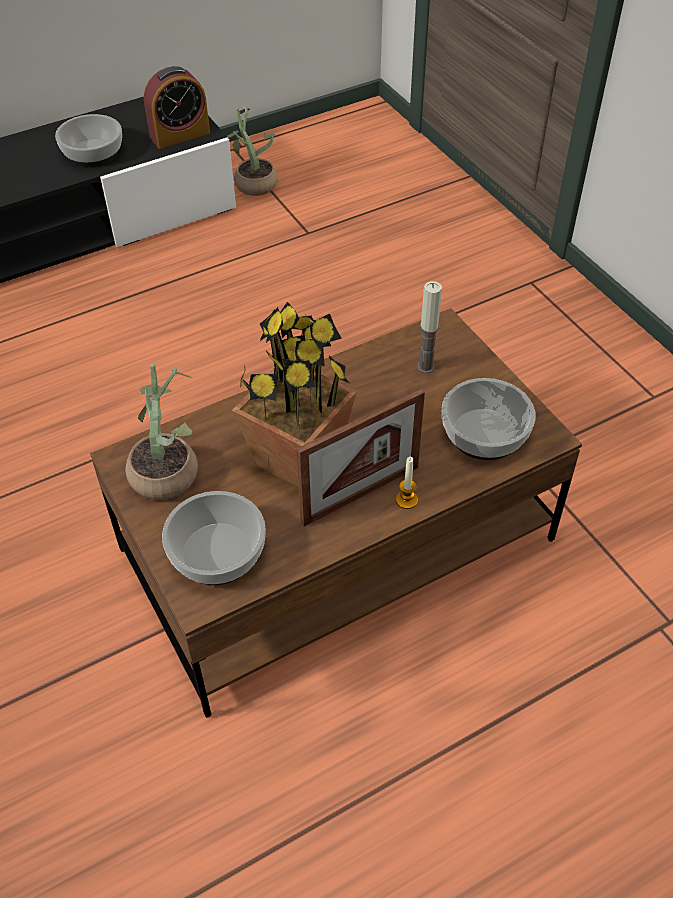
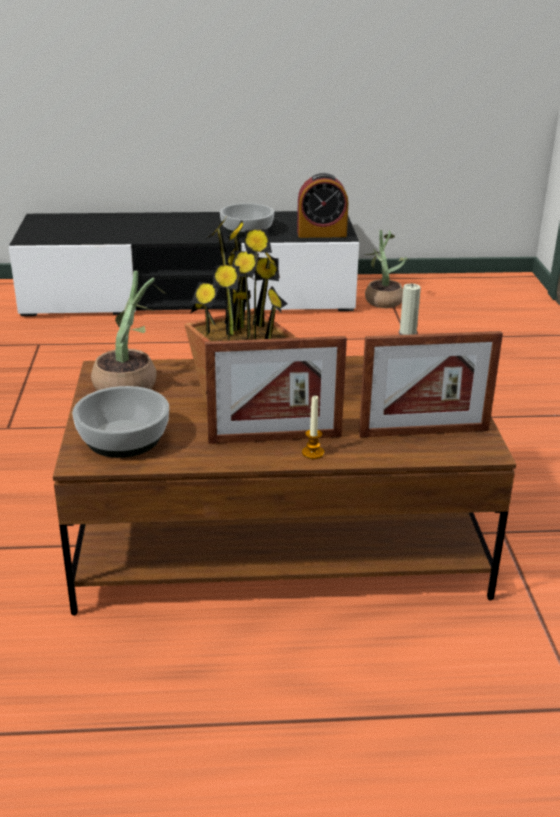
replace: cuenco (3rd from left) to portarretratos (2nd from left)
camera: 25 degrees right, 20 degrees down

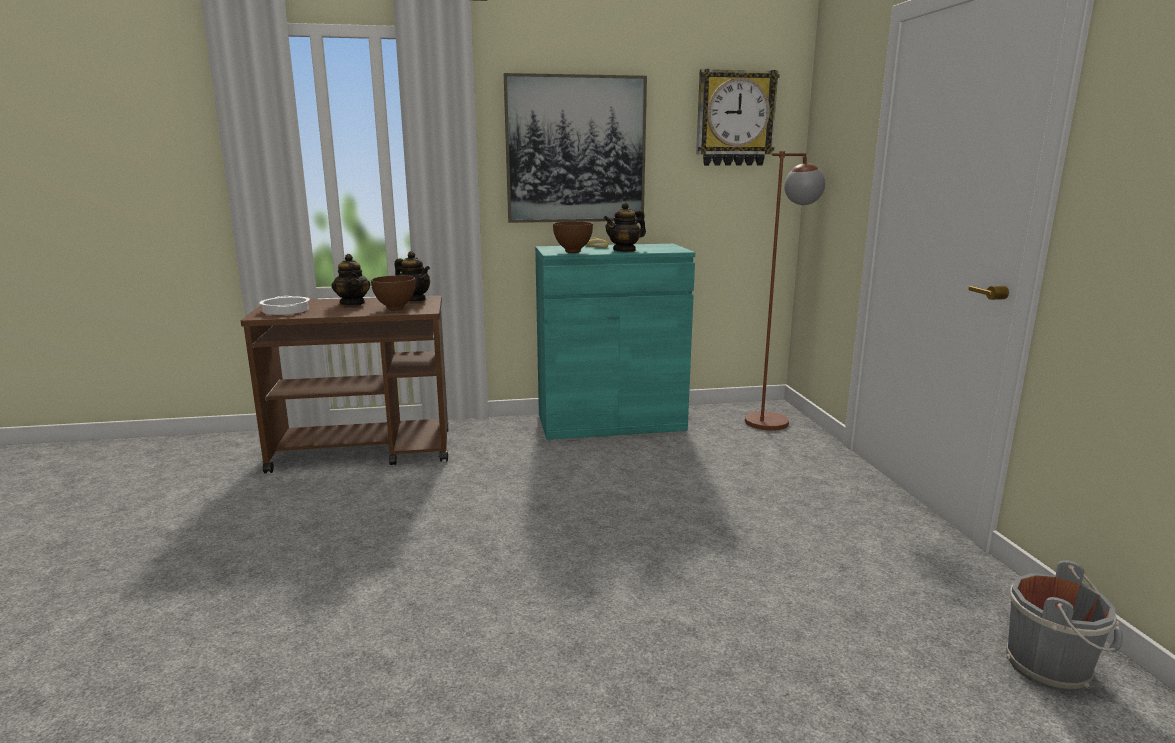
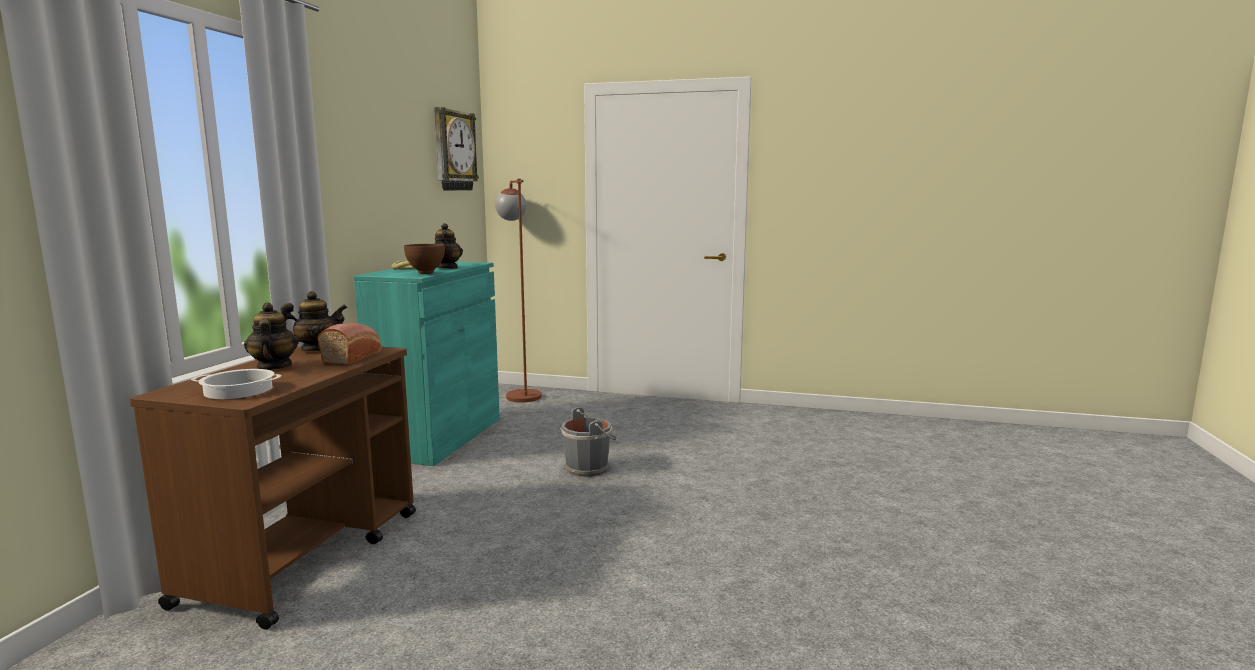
delete: cuadro
move: cubo [gris]
replace: cuenco [marrón] (1st from left) to pan (1st from left)
rotate: tetera (1st from left) 105 degrees counterclockwise
camera: 65 degrees left, 5 degrees down

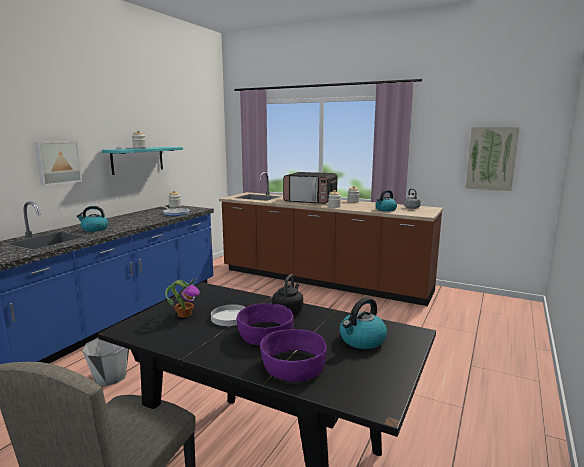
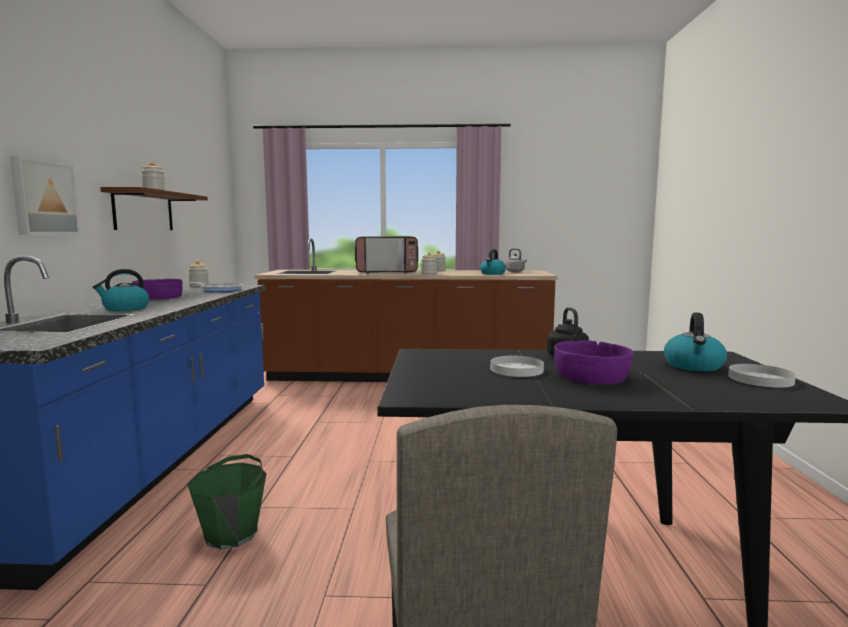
delete: planta en maceta; cuadro (2nd from left)
insert: plato [blanco] (2nd from left)
move: cuenco [morado] (2nd from left in the first image) to cuenco [morado] (1st from left)
recolor: cubo [gris] to cubo [verde]; estante [turquesa] to estante [marrón]
camera: 25 degrees left, 5 degrees down

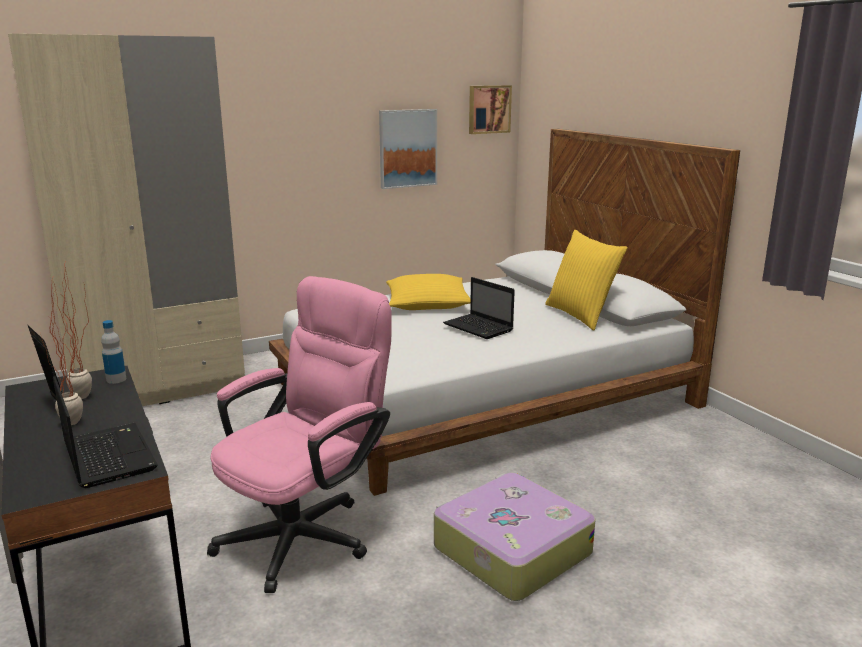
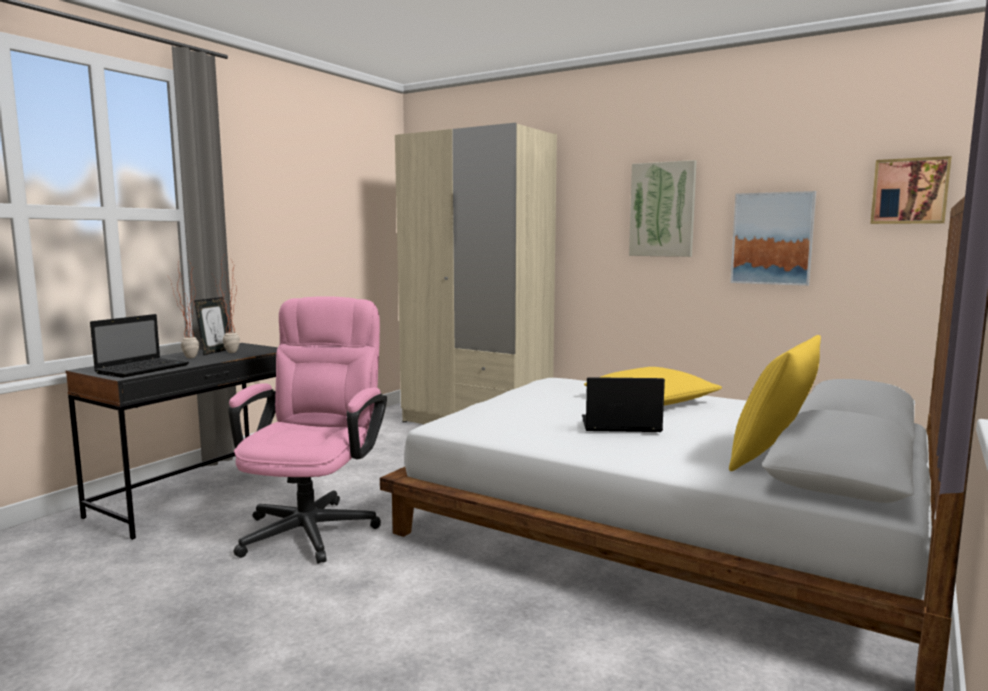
delete: botella; maleta
insert: cuadro (1st from left)
rotate: silla de oficina [rosa] 90 degrees counterclockwise; portátil (2nd from left) 75 degrees clockwise
camera: 60 degrees right, 10 degrees down

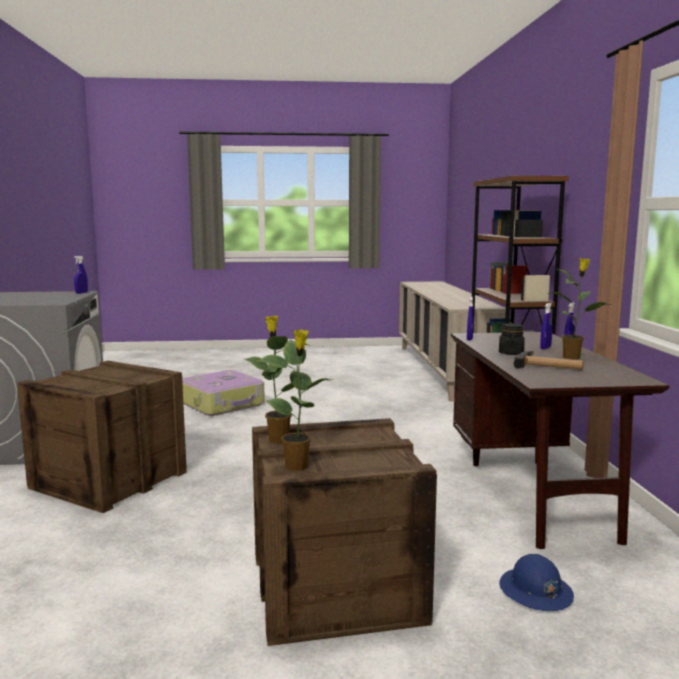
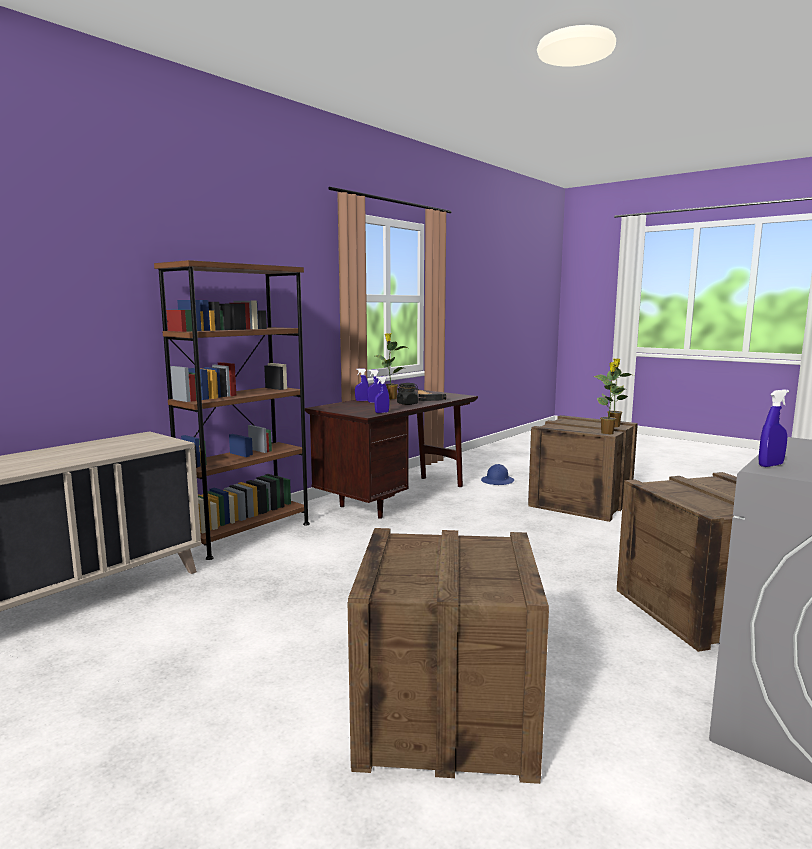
replace: maleta to caja de embalaje (1st from left)
camera: 135 degrees left, 0 degrees up

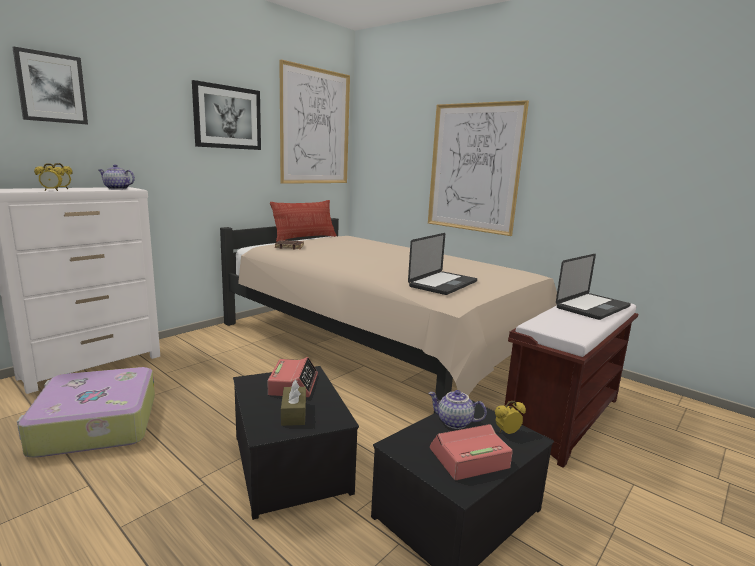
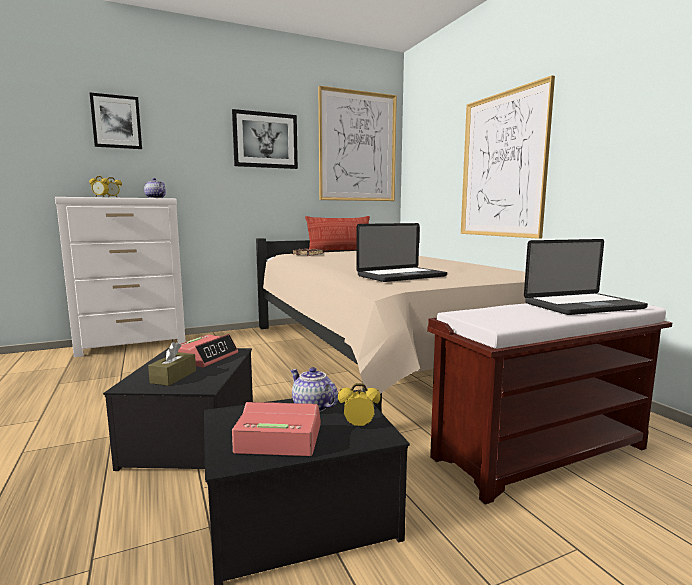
delete: maleta
camera: 25 degrees right, 5 degrees down

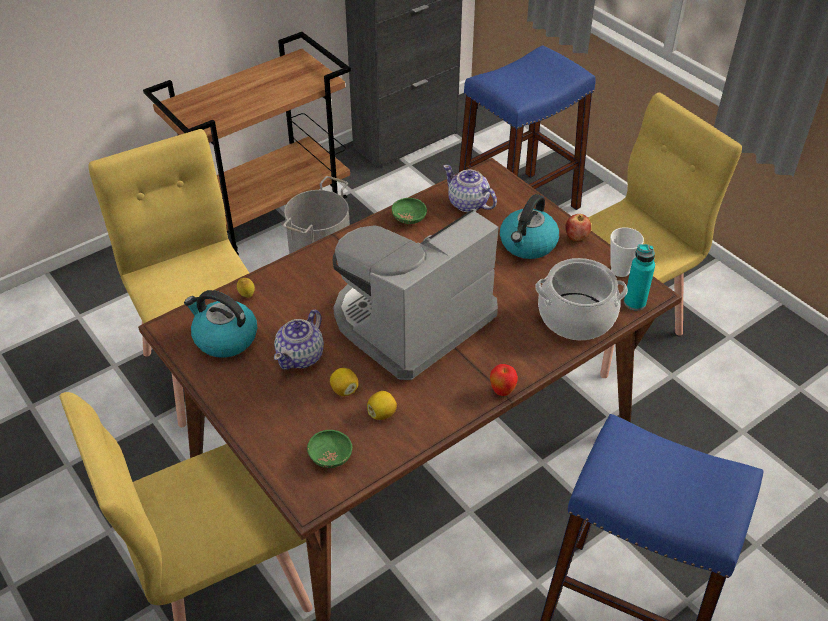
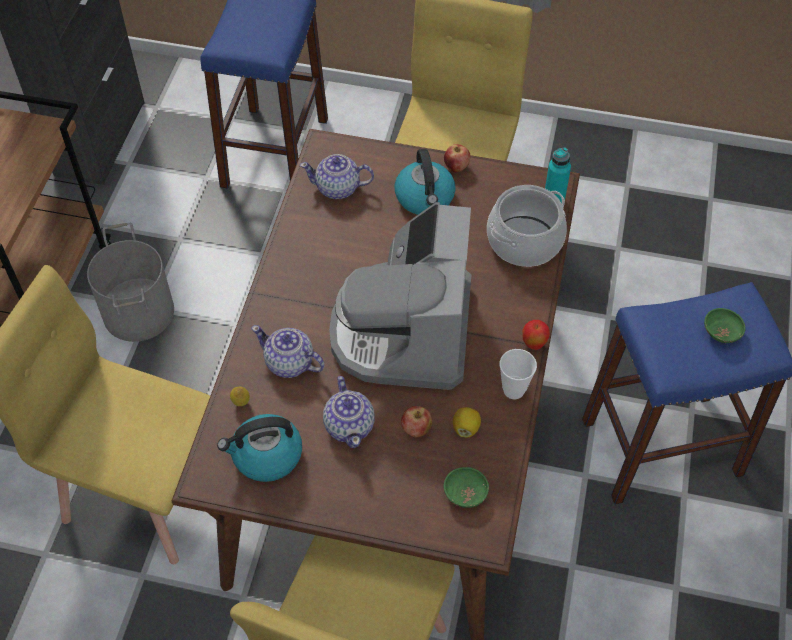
insert: tetera (1st from left)
move: cuenco [verde] (2nd from left); taza
replace: limón (2nd from left) to manzana (1st from left)
camera: 40 degrees left, 10 degrees up

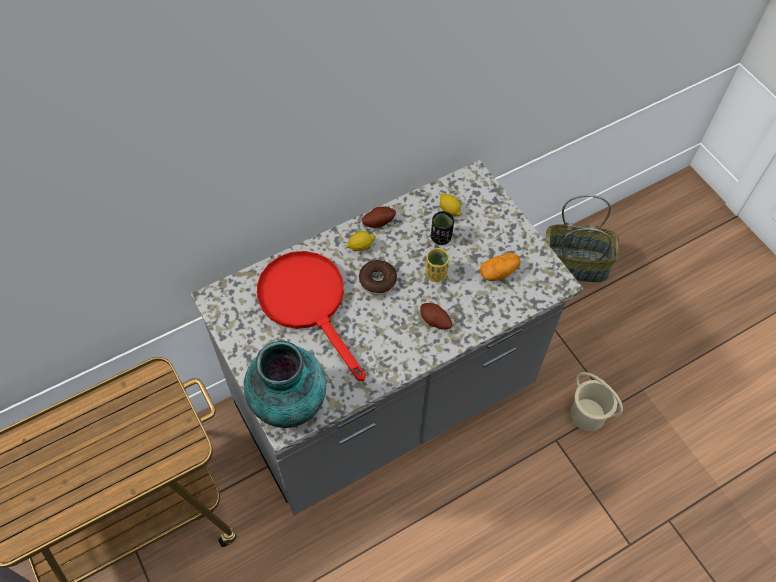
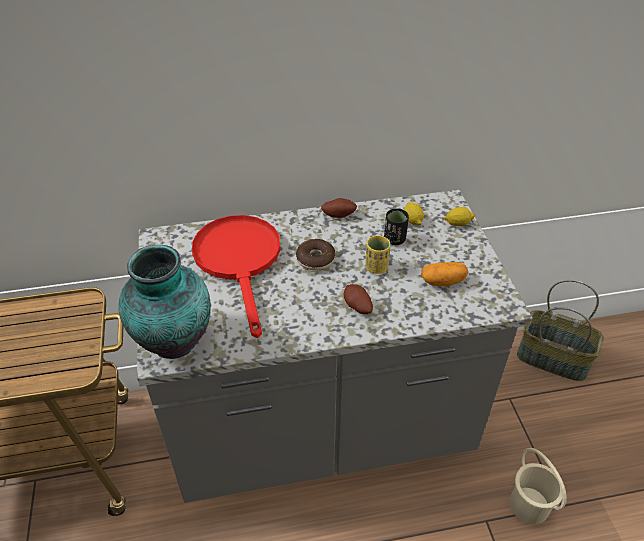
move: limón (1st from left in the first image) to limón (2nd from left)
camera: 20 degrees right, 15 degrees down

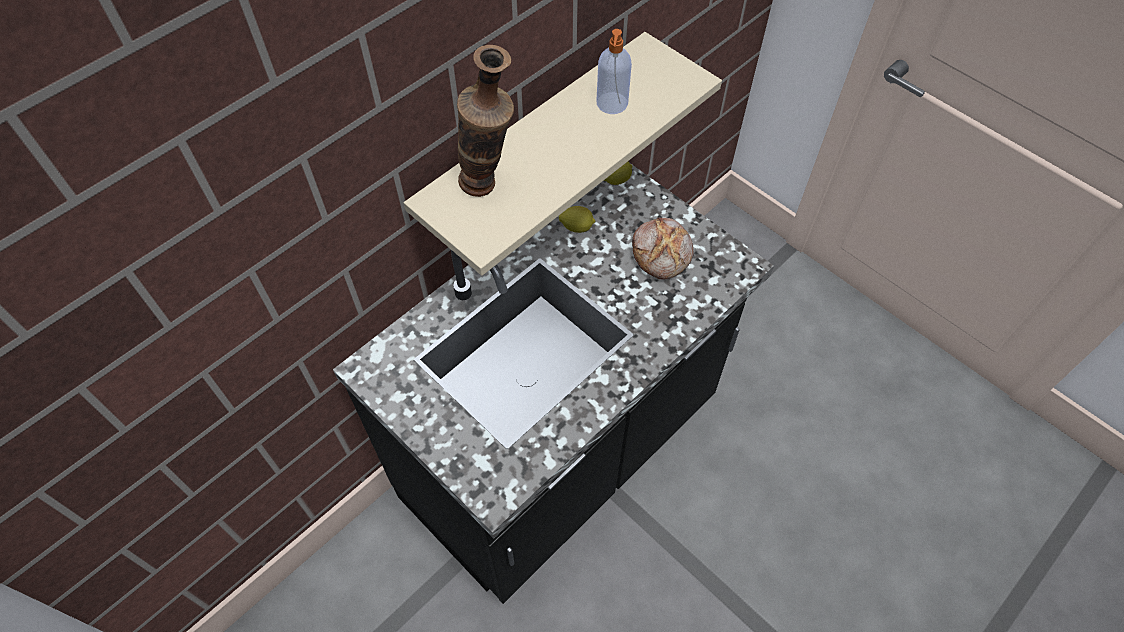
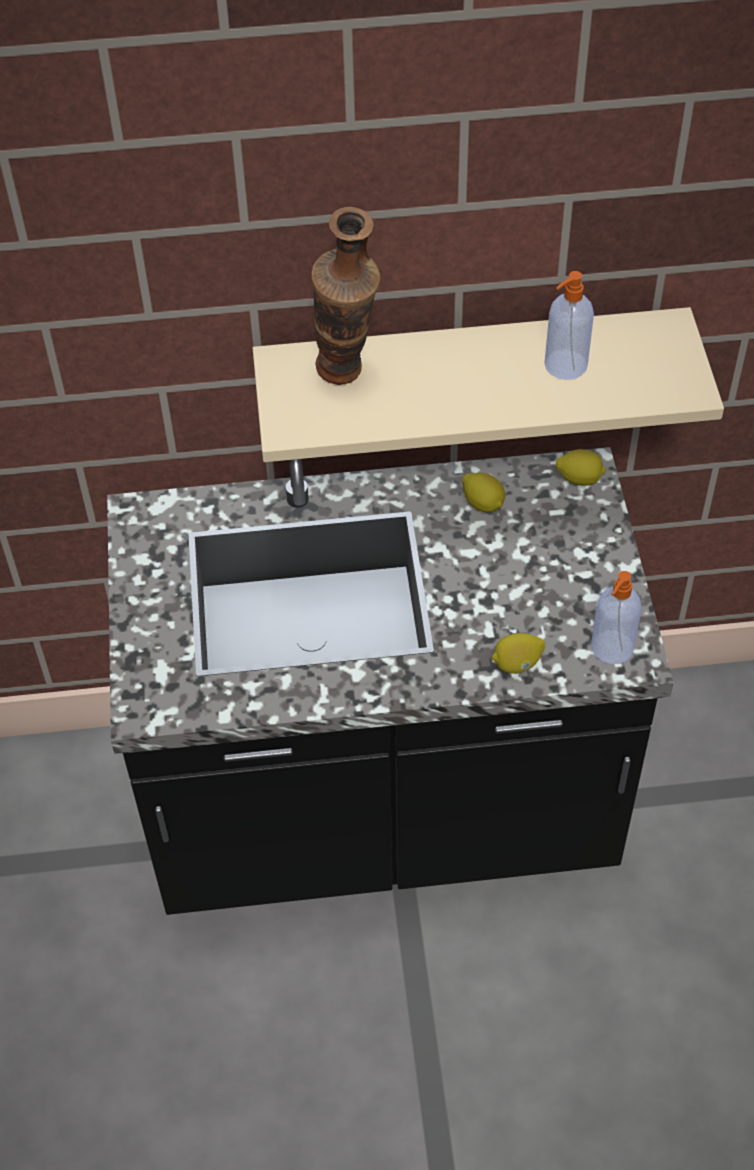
delete: pan
insert: limón (2nd from left); dispensador de jabón (2nd from left)
camera: 40 degrees right, 5 degrees down

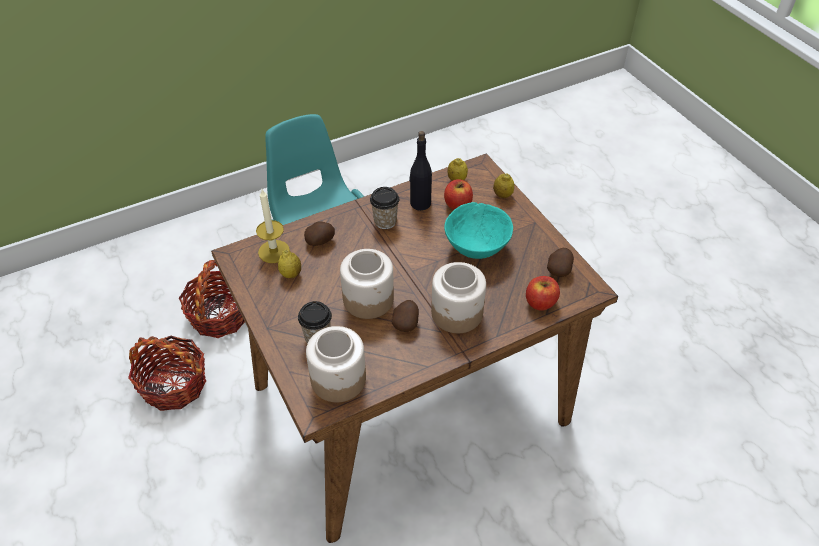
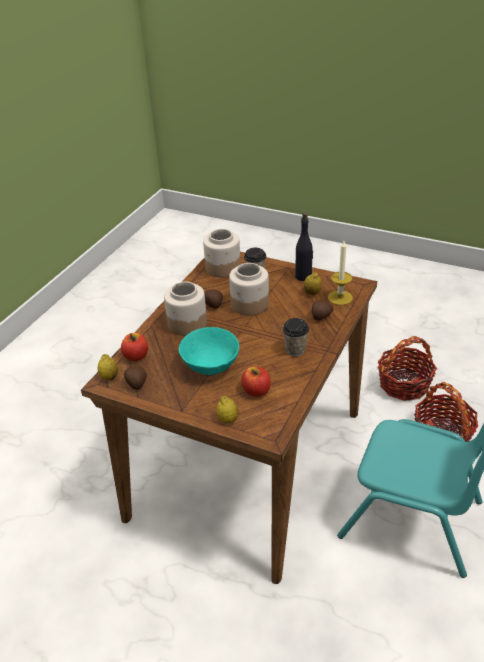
move: botella [negro]; limón (2nd from left in the first image) to limón (1st from left)
camera: 145 degrees right, 10 degrees down

